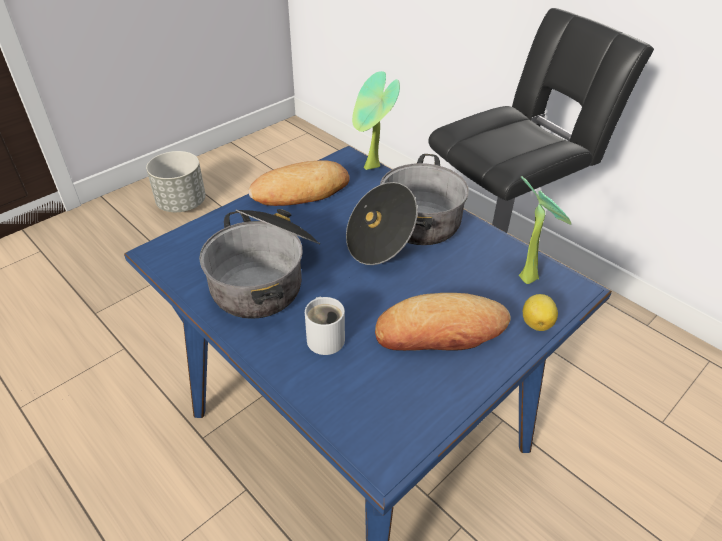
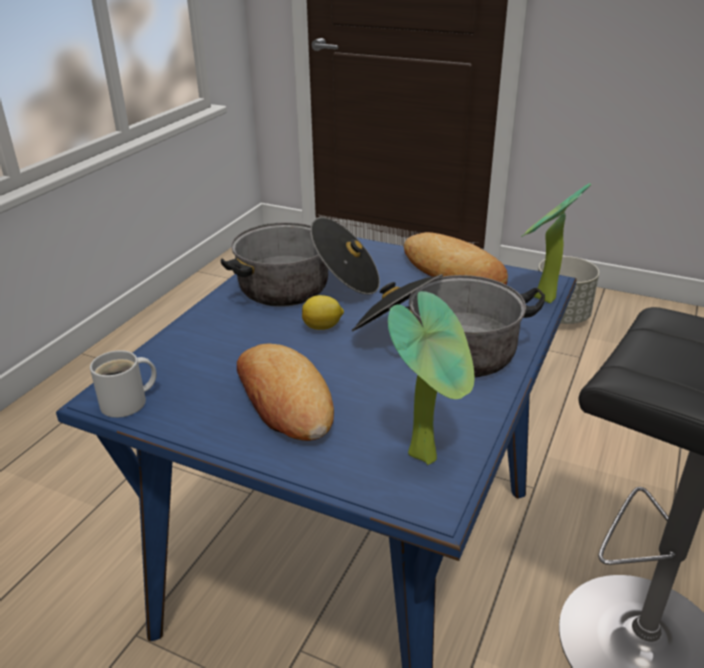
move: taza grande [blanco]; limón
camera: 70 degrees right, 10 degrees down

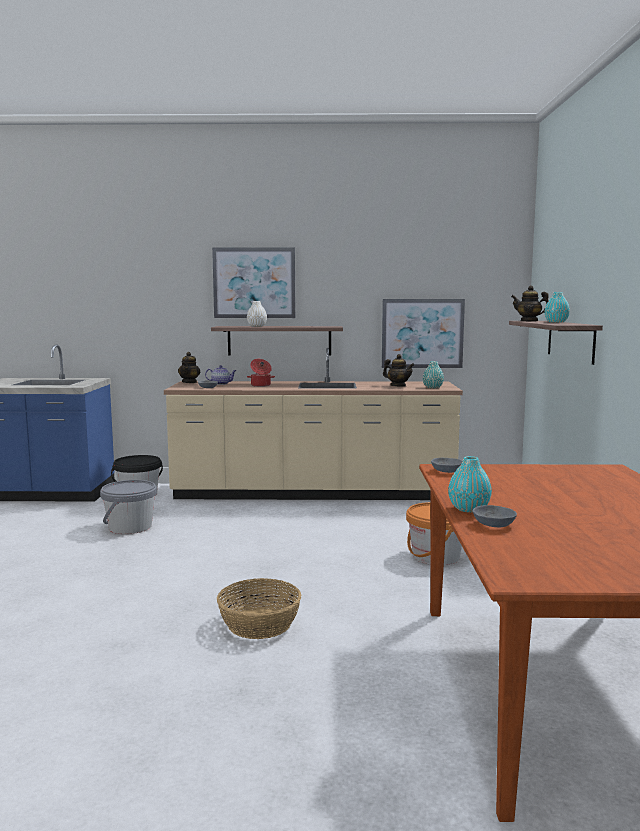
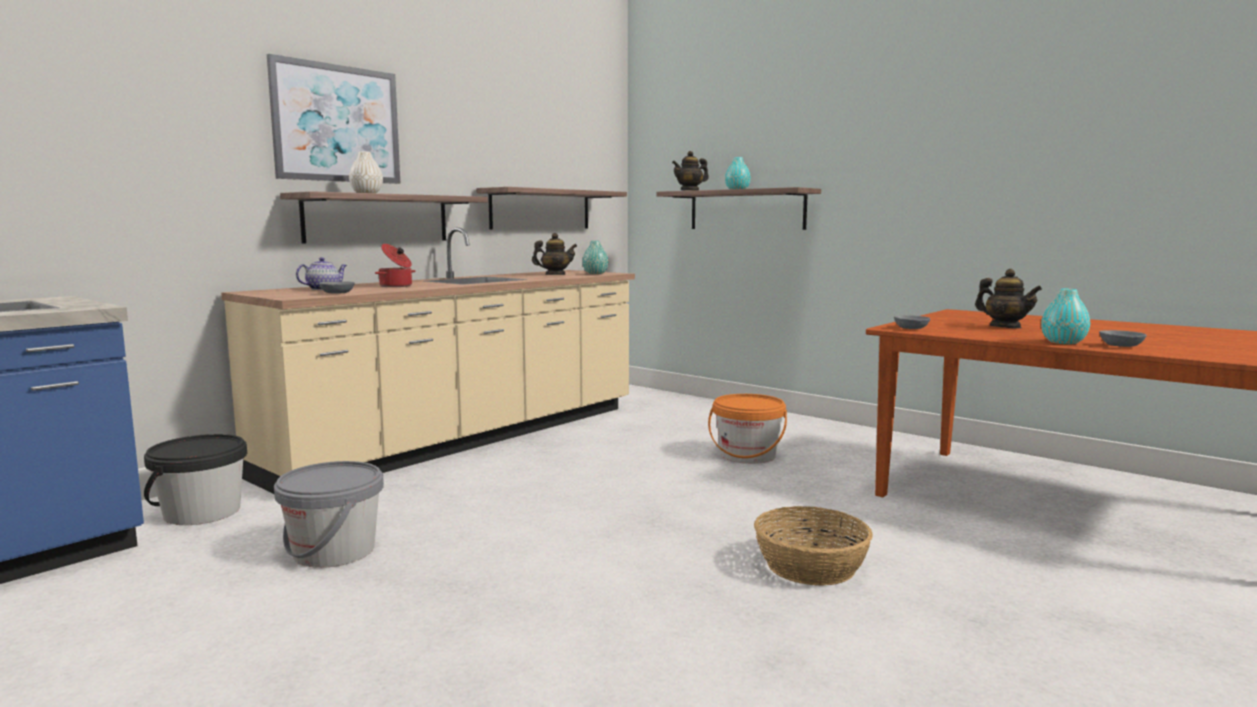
move: tetera (1st from left in the first image) to tetera (4th from left)
replace: cuadro (2nd from left) to estante (2nd from left)
camera: 50 degrees left, 0 degrees up

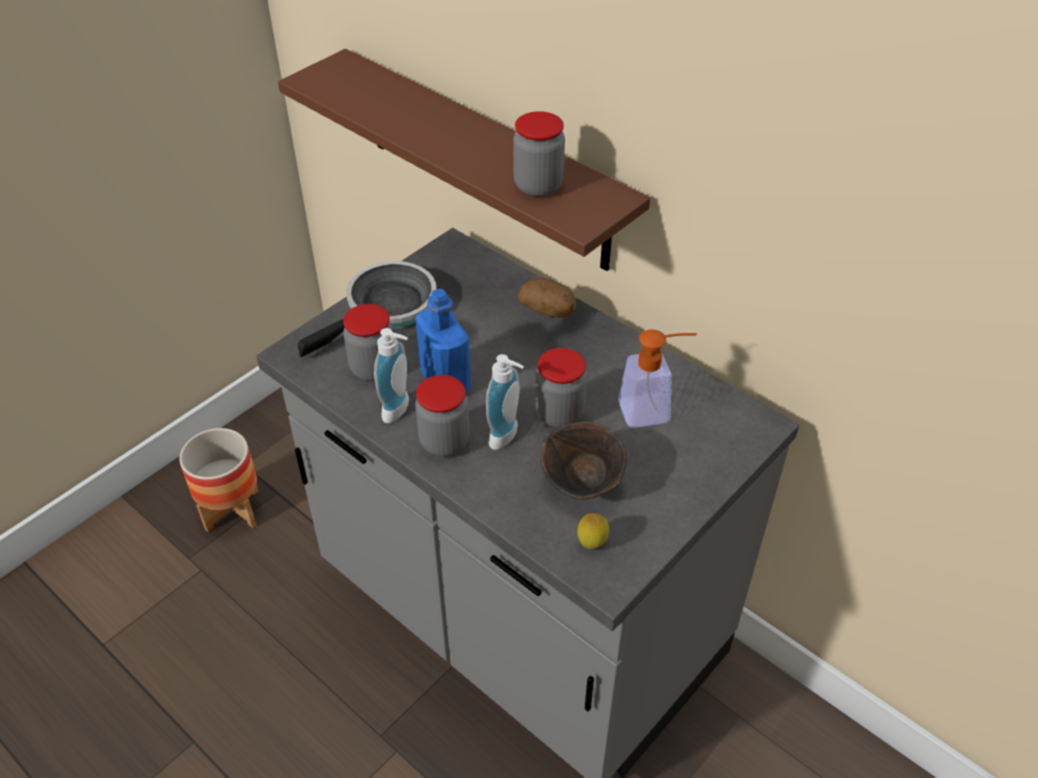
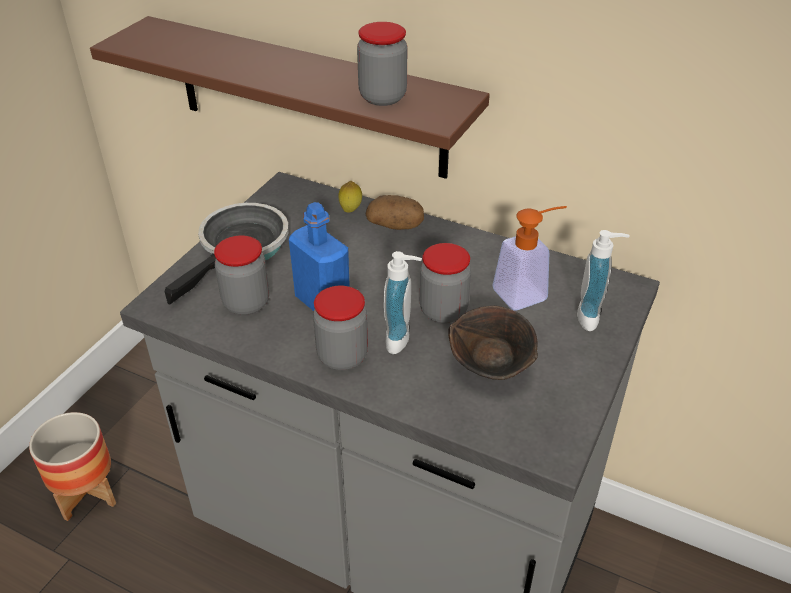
move: dispensador de jabón (1st from left in the first image) to dispensador de jabón (3rd from left); limón
camera: 15 degrees left, 5 degrees down

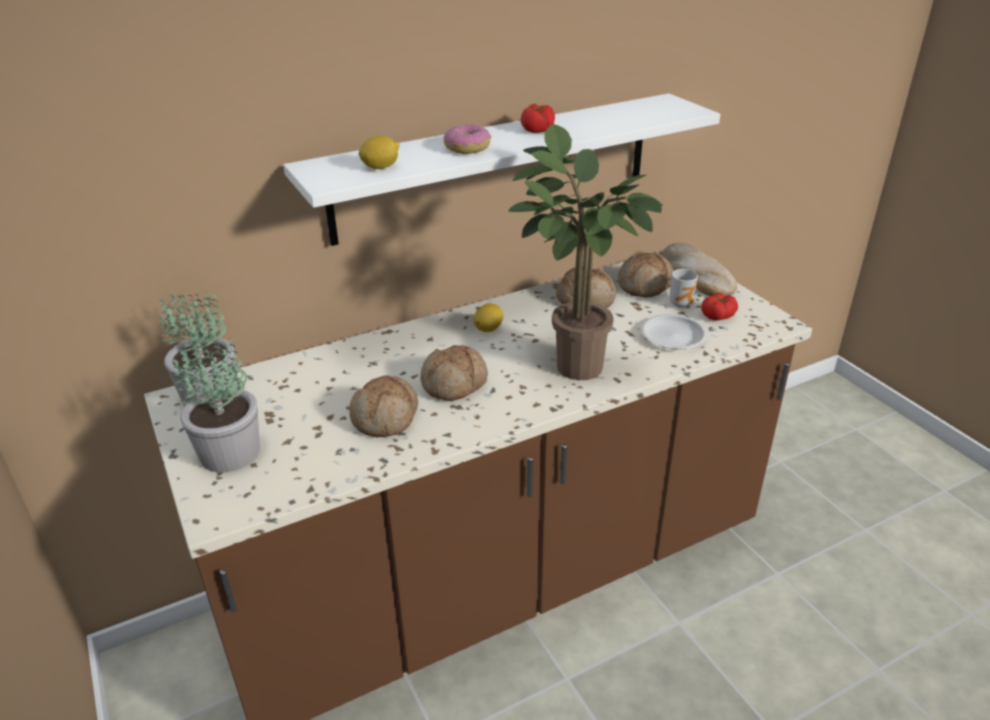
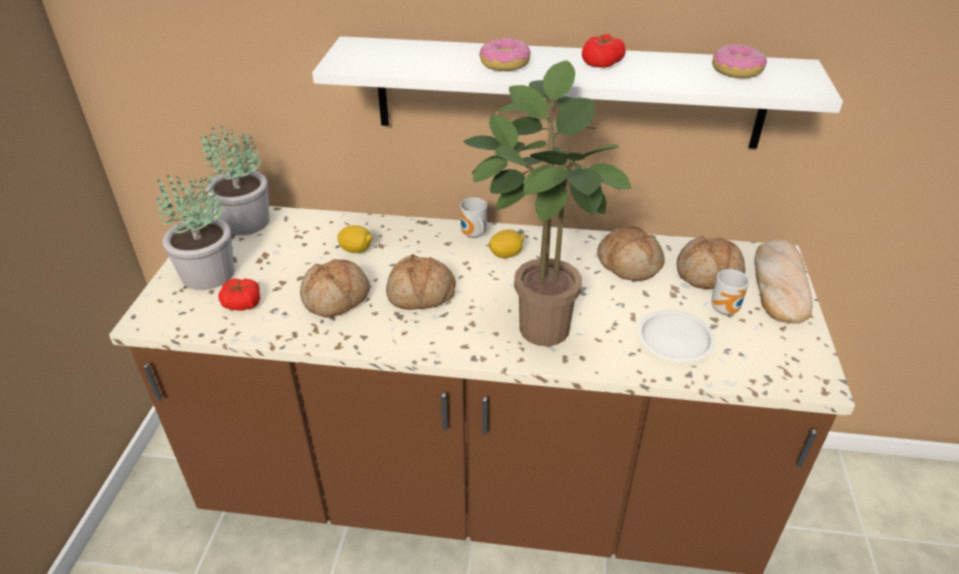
insert: taza grande (1st from left); rosquilla (2nd from left)
move: limón (1st from left); tomate (2nd from left in the first image) to tomate (1st from left)
camera: 35 degrees right, 5 degrees up

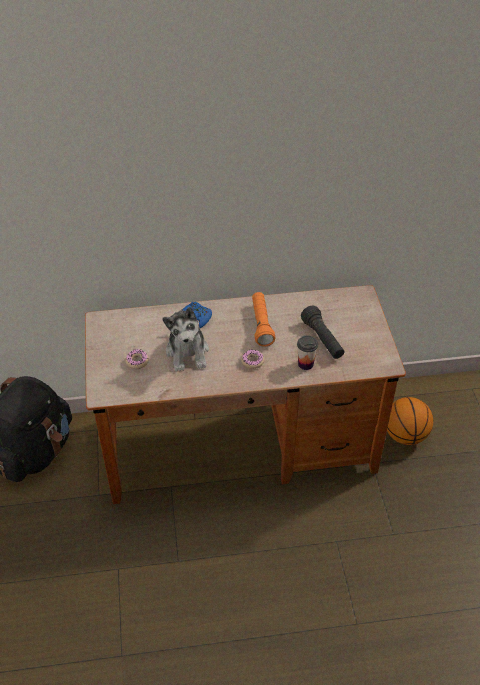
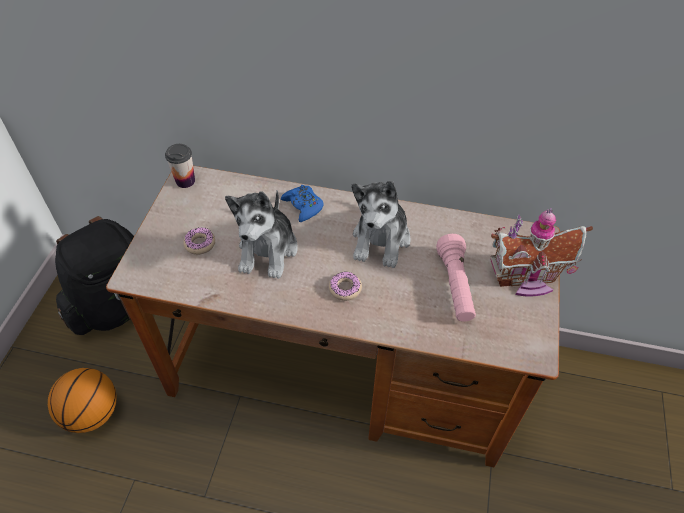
insert: casita
move: taza; balón de baloncesto
replace: linterna [naranja] to peluche (2nd from left)
recolor: linterna [negro] to linterna [rosa]
camera: 20 degrees right, 5 degrees up

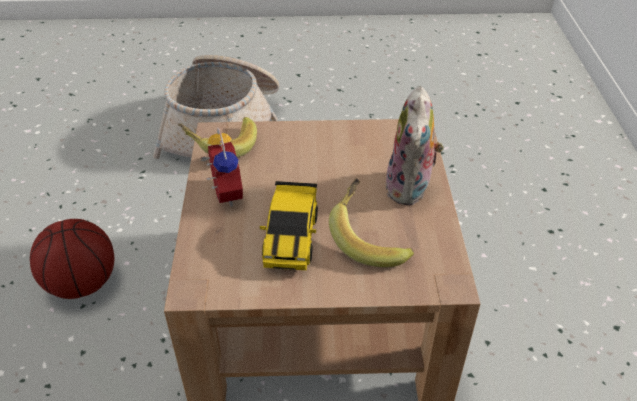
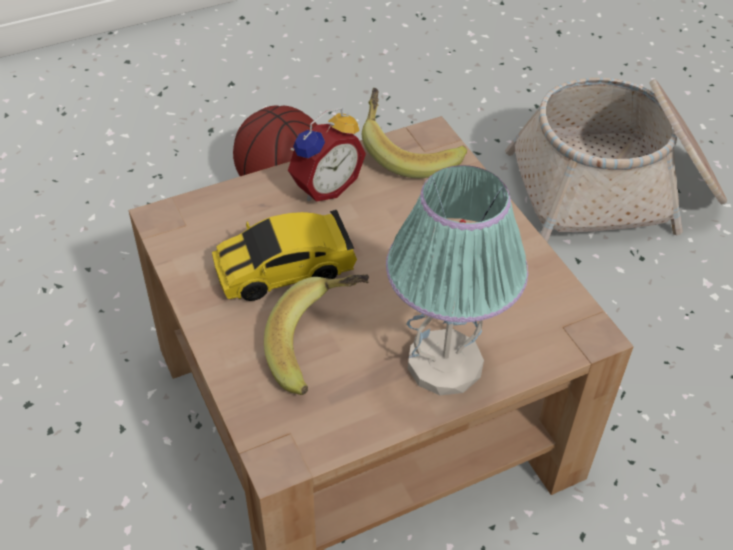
replace: peluche to lámpara de mesa
camera: 65 degrees right, 5 degrees up

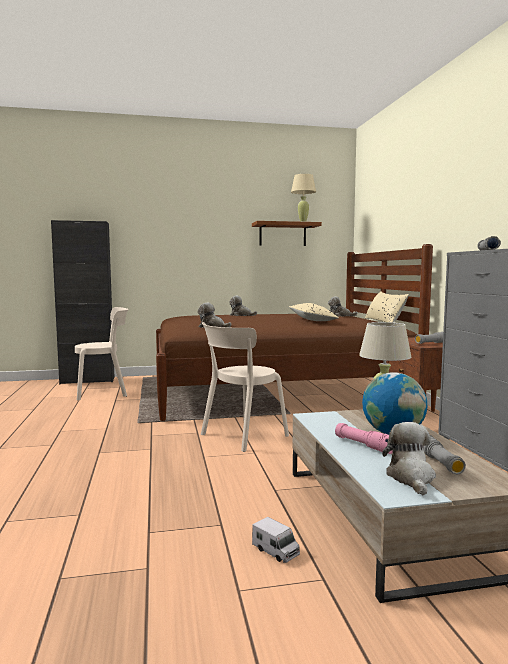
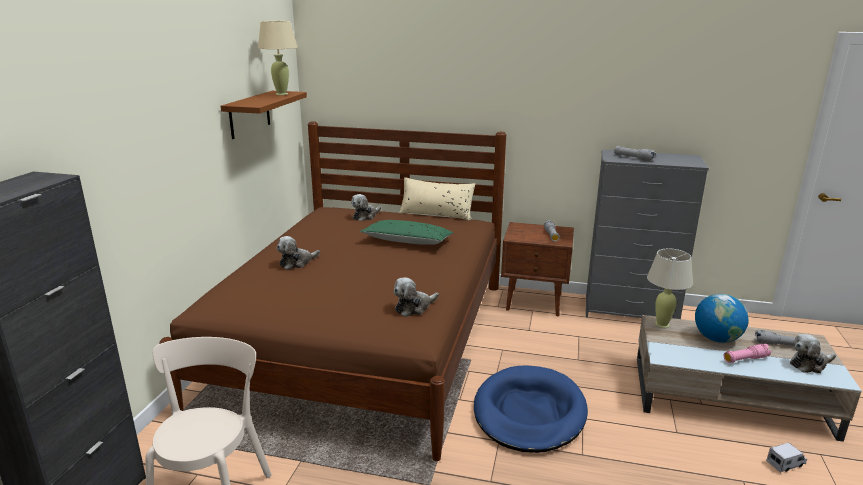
replace: silla [beis] (2nd from left) to cama para perro [azul]
recolor: cojín [beis] (1st from left) to cojín [verde]
rotate: peluche (4th from left) 45 degrees counterclockwise
camera: 65 degrees left, 15 degrees up

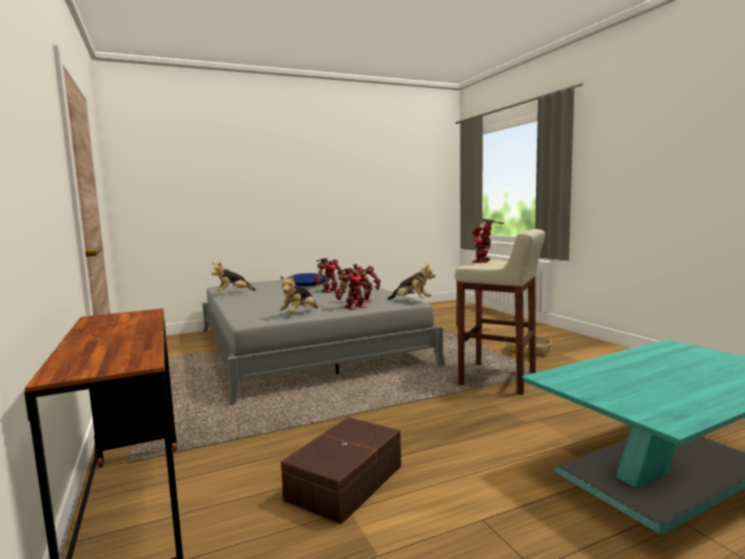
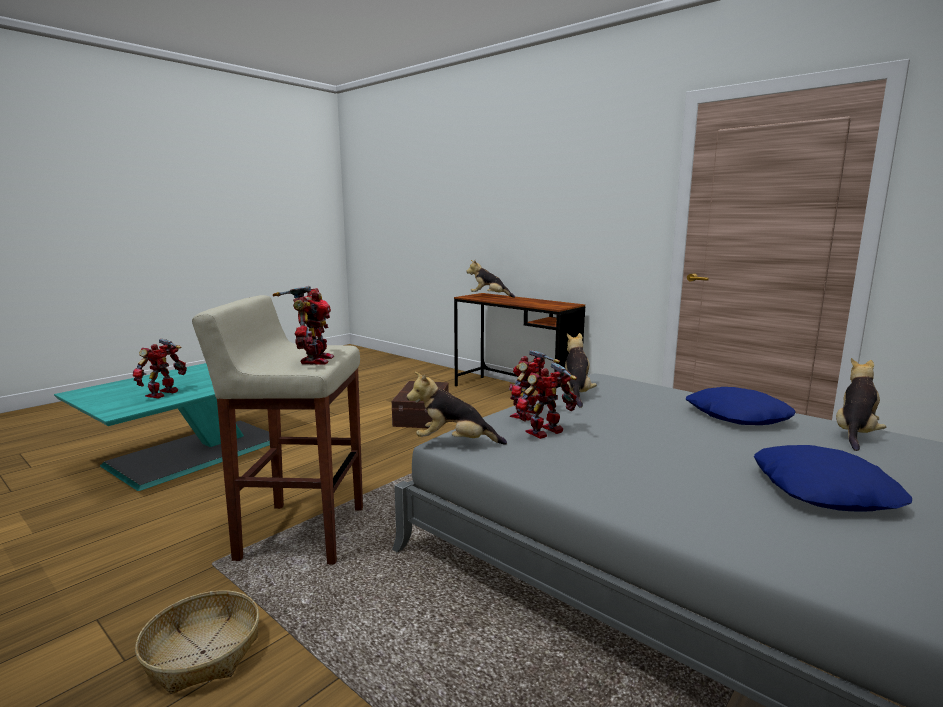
insert: peluche (2nd from left); cojín [azul] (1st from left)
move: robot de juguete (1st from left)
camera: 155 degrees right, 5 degrees up

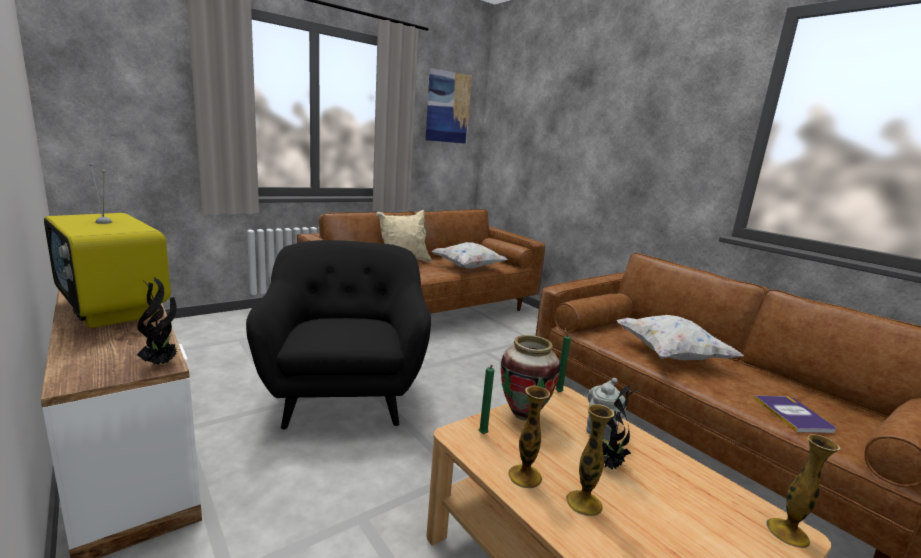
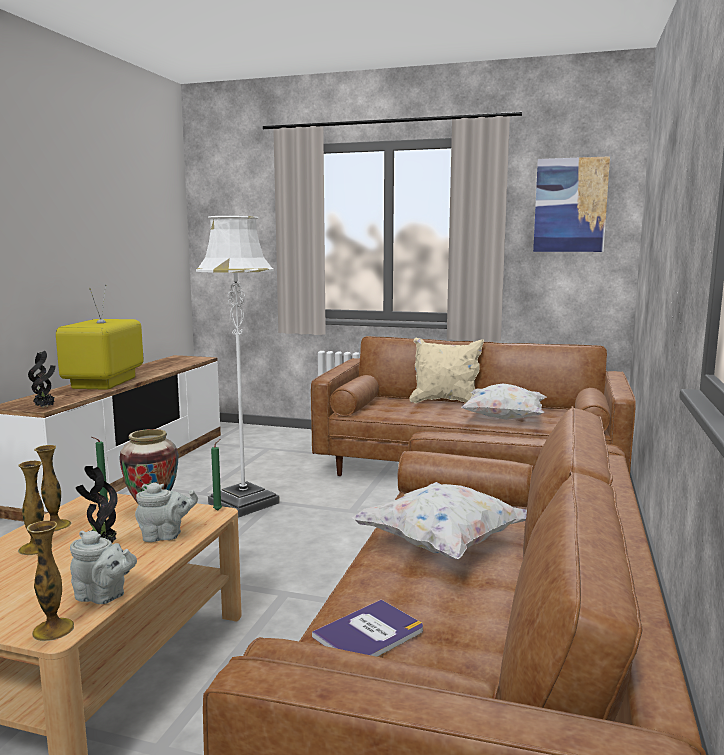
insert: tetera [gris] (1st from left)
replace: sillón [negro] to lámpara de pie [blanco]
camera: 55 degrees right, 5 degrees down

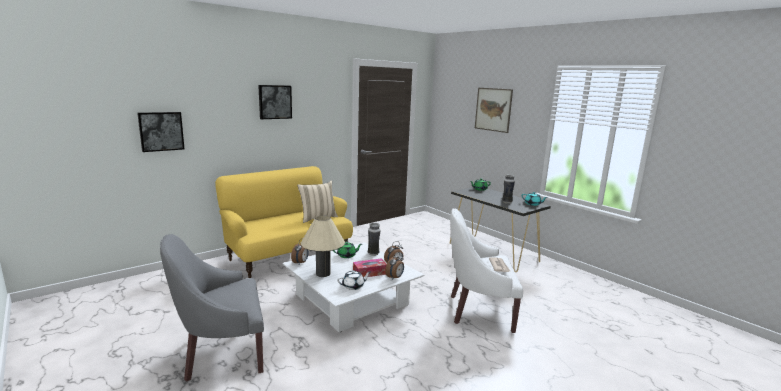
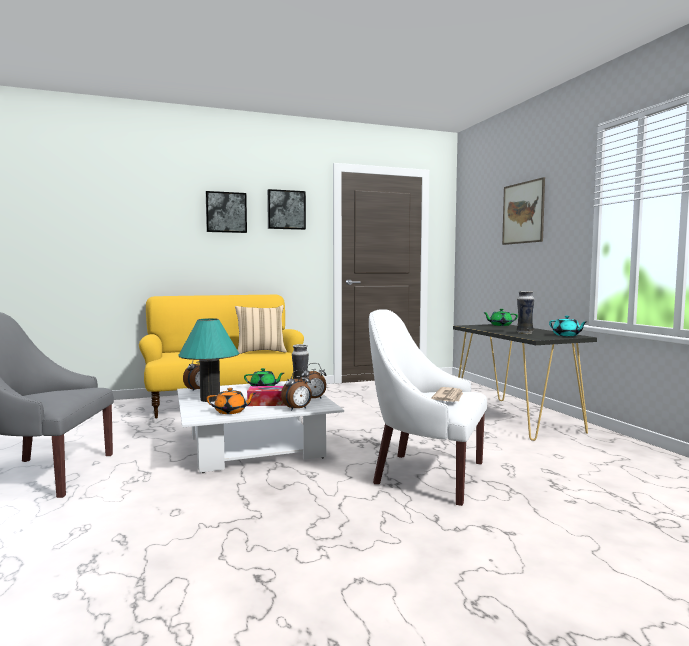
move: cuadro (1st from left in the first image) to cuadro (2nd from left)
recolor: lámpara de mesa [beis] to lámpara de mesa [turquesa]; tetera [blanco] to tetera [naranja]
camera: 20 degrees right, 10 degrees down

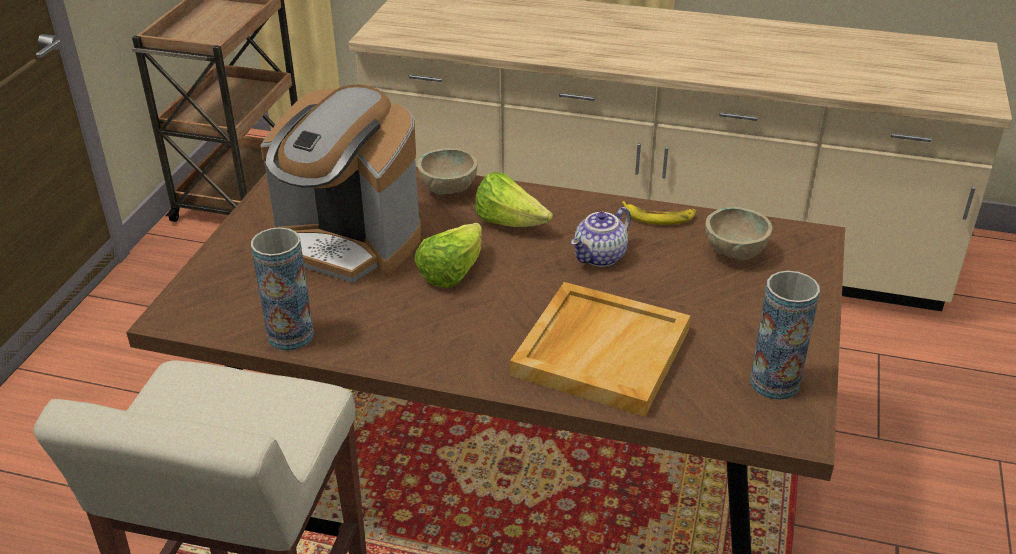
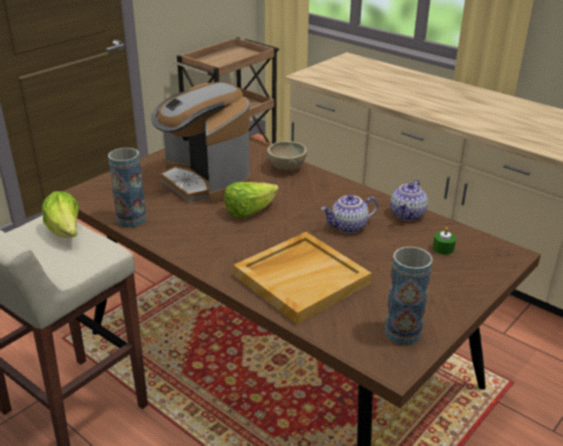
move: lechuga (2nd from left in the first image) to lechuga (1st from left)
replace: plátano to tetera (2nd from left); cuenco [beis] (2nd from left) to vela [verde]
camera: 25 degrees right, 5 degrees down

